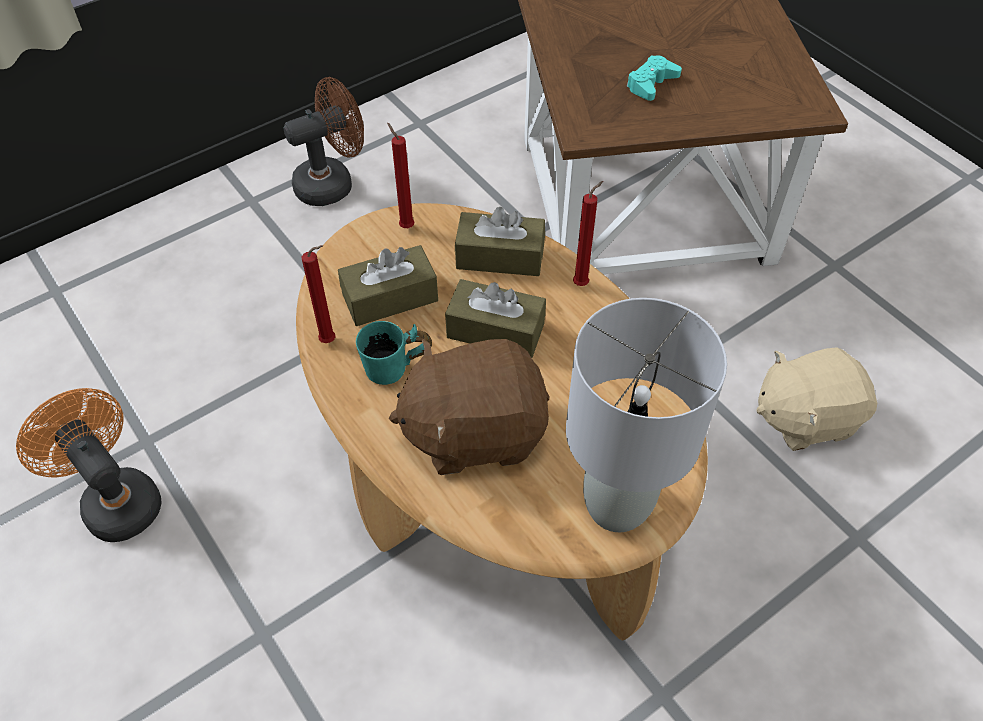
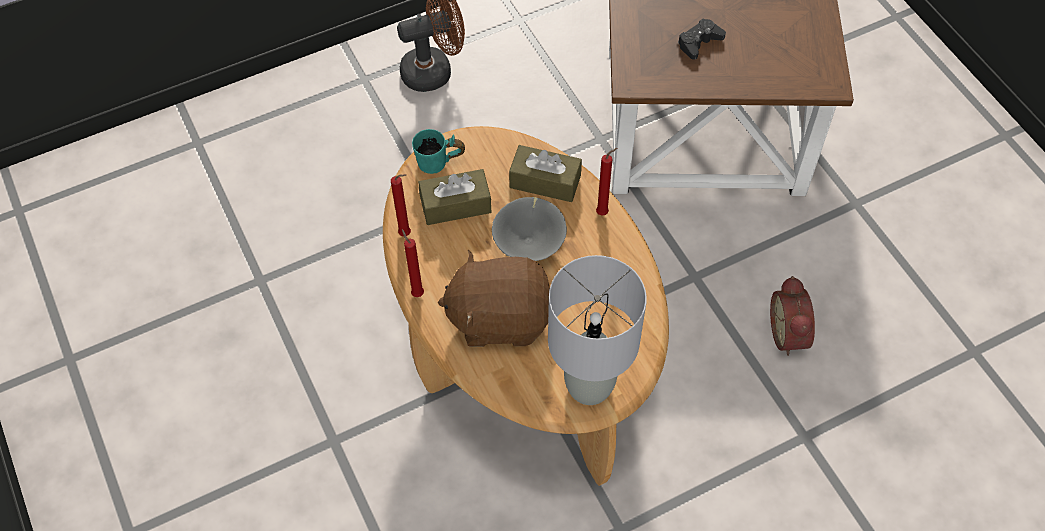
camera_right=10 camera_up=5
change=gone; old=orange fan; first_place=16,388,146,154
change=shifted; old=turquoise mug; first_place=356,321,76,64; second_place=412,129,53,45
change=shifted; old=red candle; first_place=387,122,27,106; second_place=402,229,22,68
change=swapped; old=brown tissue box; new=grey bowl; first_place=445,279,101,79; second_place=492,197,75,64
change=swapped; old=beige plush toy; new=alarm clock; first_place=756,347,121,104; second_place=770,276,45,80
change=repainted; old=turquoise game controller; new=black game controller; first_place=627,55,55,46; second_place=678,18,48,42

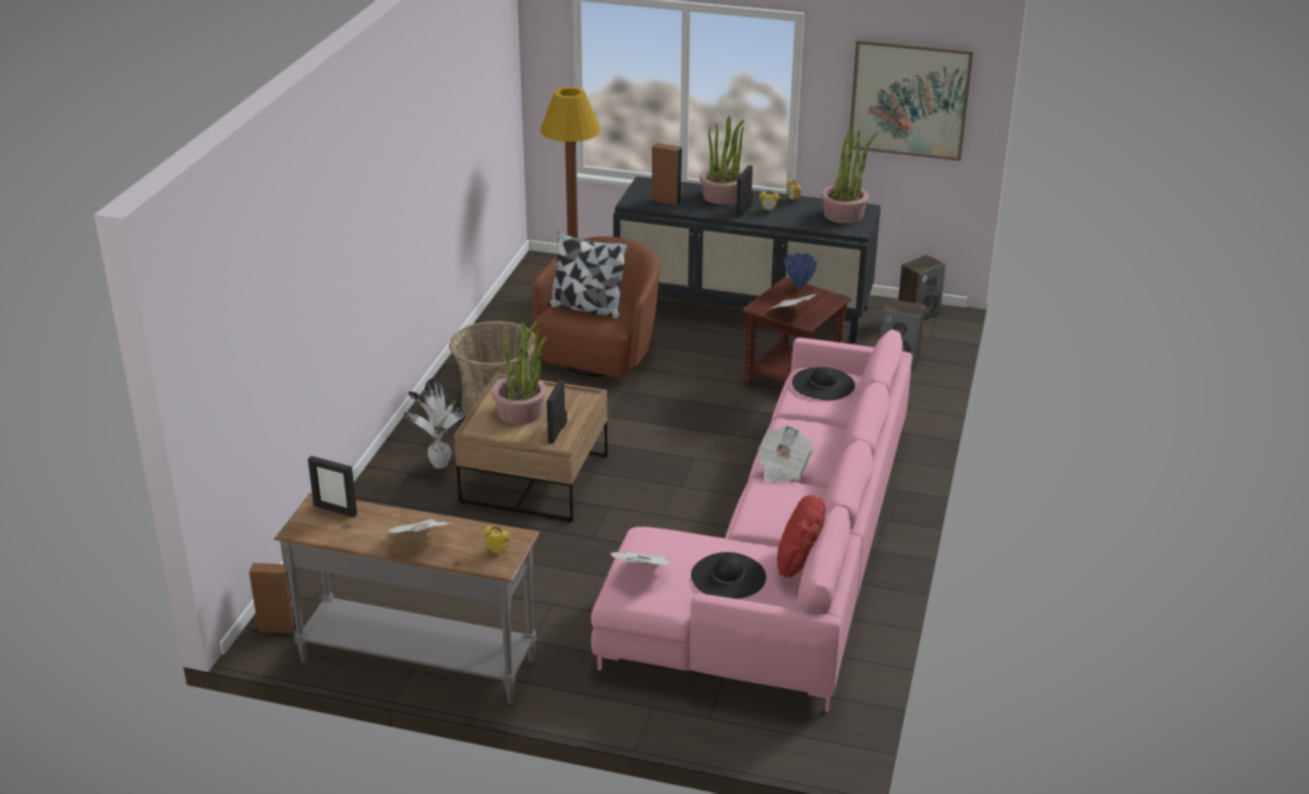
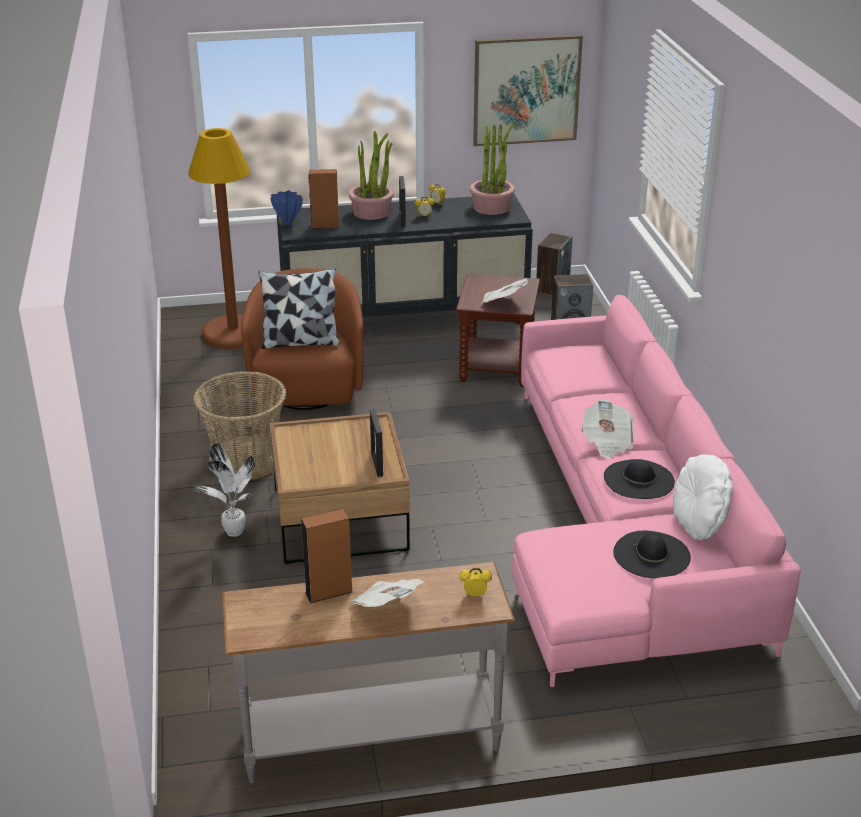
camera_right=-25 camera_up=0
change=gone; old=picture frame; first_place=308,456,49,61
change=gone; old=potted plant; first_place=491,322,56,102
change=gone; old=newspaper; first_place=611,551,60,14
change=shifted; old=brown speaker; first_place=249,563,47,71; second_place=301,509,52,94
change=shifted; old=blue vase; first_place=784,253,33,37; second_place=270,190,33,35
change=shifted; old=black hat; first_place=792,367,63,33; second_place=604,459,71,40
change=repainted; old=red pillow; new=white pillow; first_place=777,495,48,82; second_place=673,454,60,86

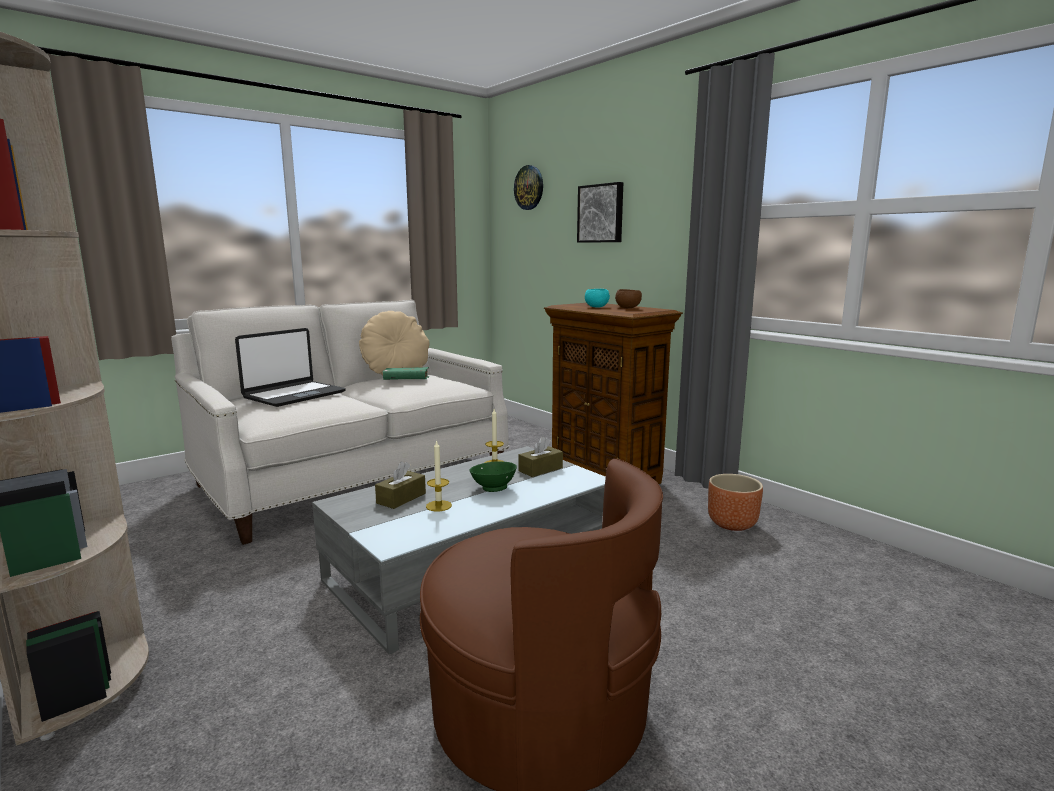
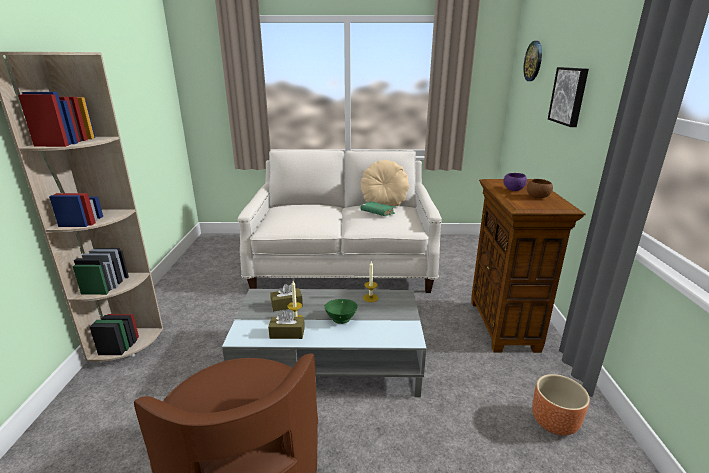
camera_right=40 camera_up=10
change=gone; old=laptop; first_place=235,328,111,79
change=shifted; old=brown tissue box; first_place=519,437,44,40; second_place=268,311,37,28
change=repainted; old=turquoise bowl; new=purple bowl; first_place=585,289,25,18; second_place=503,173,24,18

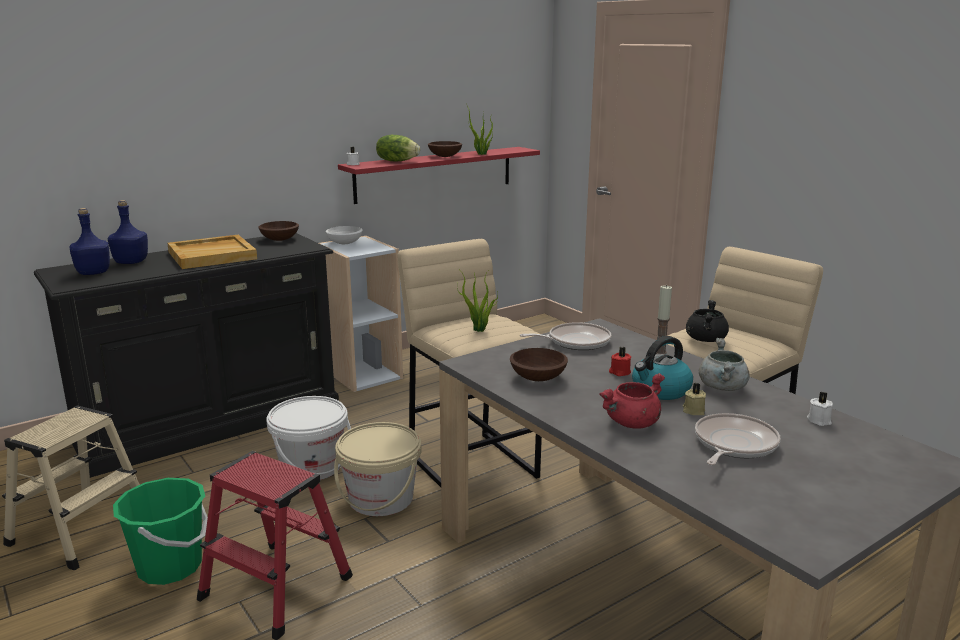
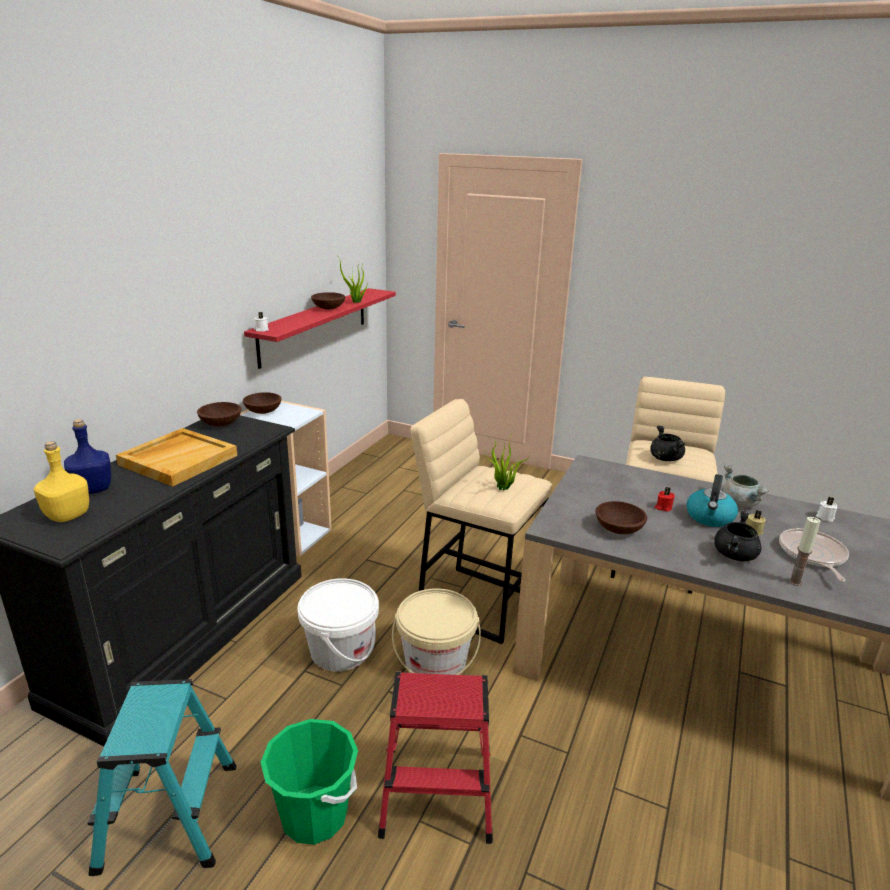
camera_right=-30 camera_up=5
change=gone; old=lettuce; first_place=376,135,44,26
change=gone; old=frying pan; first_place=520,322,91,28
change=shifted; old=candle; first_place=656,285,16,69; second_place=788,517,33,69
change=repainted; old=beige step ladder; new=turquoise step ladder; first_place=2,405,138,165; second_place=88,679,149,197
change=repainted; old=blue bottle; new=yellow bottle; first_place=69,208,41,67; second_place=34,441,55,81
change=repainted; old=white bowl; new=brown bowl; first_place=326,226,37,18; second_place=243,392,39,22
change=repainted; old=red cooking pot; new=black cooking pot; first_place=599,373,66,56; second_place=714,510,47,51

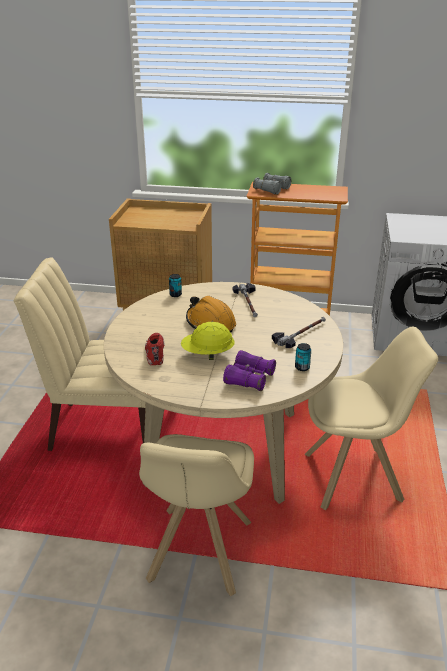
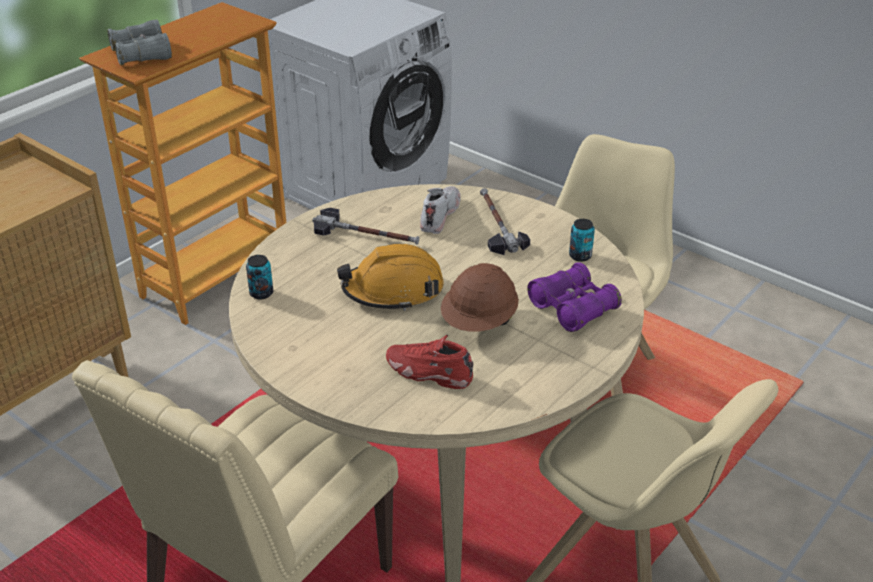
camera_right=-60 camera_up=5
change=new; new=white shoe; second_place=420,186,41,48
change=repainted; old=yellow hard hat; new=brown hard hat; first_place=181,322,54,38; second_place=441,263,78,69

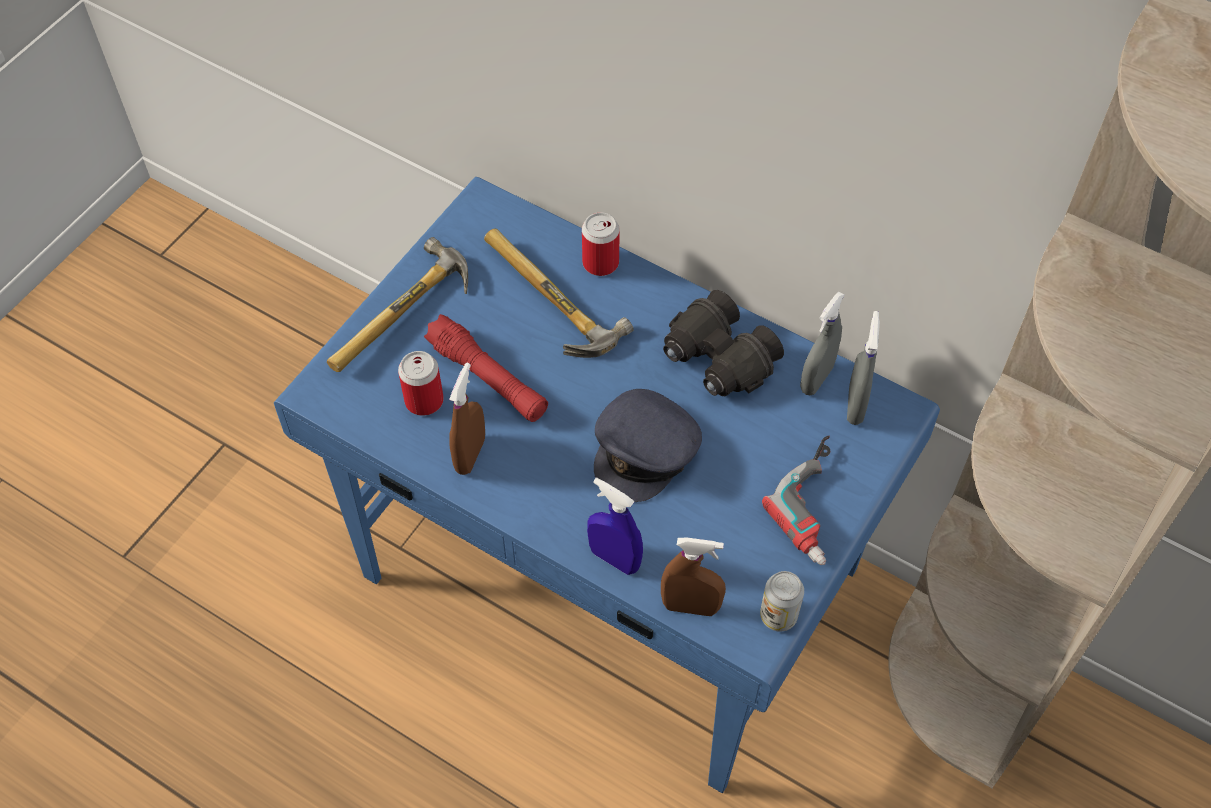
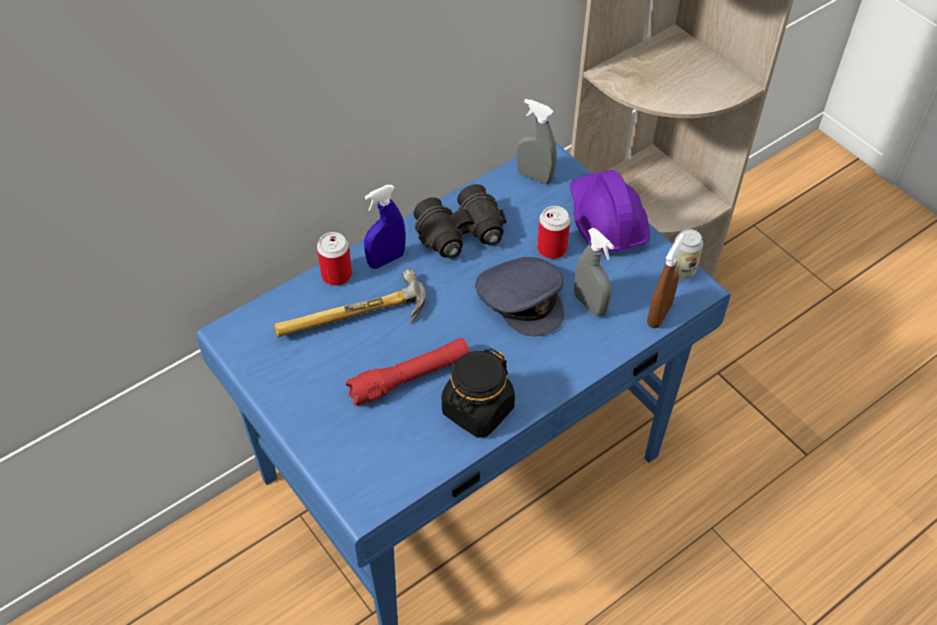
camera_right=-70 camera_up=-5
change=gone; old=hammer; first_place=327,237,141,135
change=shifted; old=can; first_place=398,351,46,65; second_place=537,206,33,53
change=shifted; old=blue spray bottle; first_place=587,477,56,98; second_place=364,185,42,84
change=shifted; old=grey spray bottle; first_place=800,291,45,104; second_place=574,228,40,89
change=swapped; old=brown spray bottle; new=black jar; first_place=449,363,36,112; second_place=442,348,73,90
change=swapped; old=power drill; new=purple hard hat; first_place=762,436,68,129; second_place=570,170,80,83

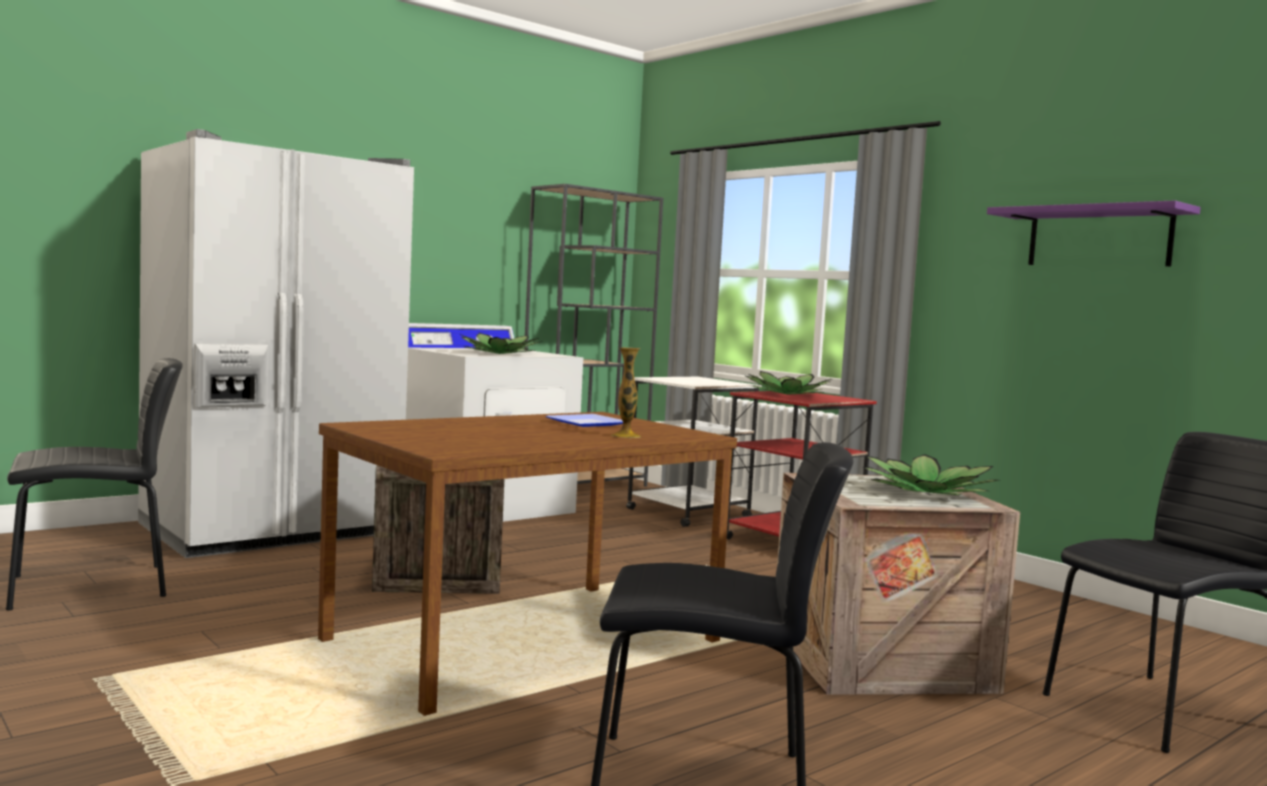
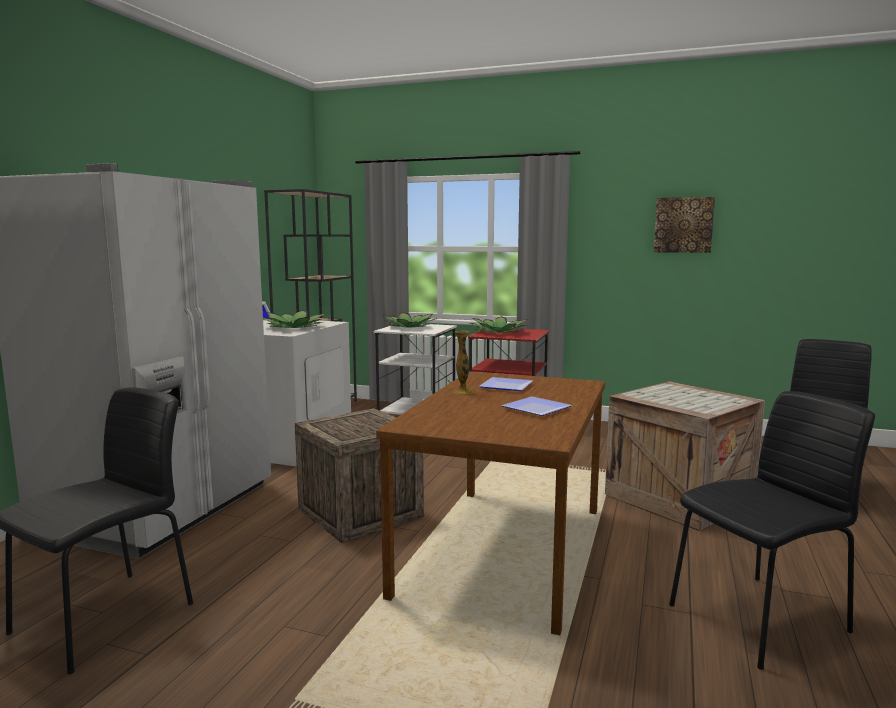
camera_right=-30 camera_up=5
change=new; new=plate; second_place=502,396,70,20
change=shifted; old=vase; first_place=611,348,31,90; second_place=453,331,21,63
change=shifted; old=potted plant; first_place=863,454,136,41; second_place=384,312,54,16
change=swapped; old=purple shelf; new=picture; first_place=987,201,214,66; second_place=654,197,61,56

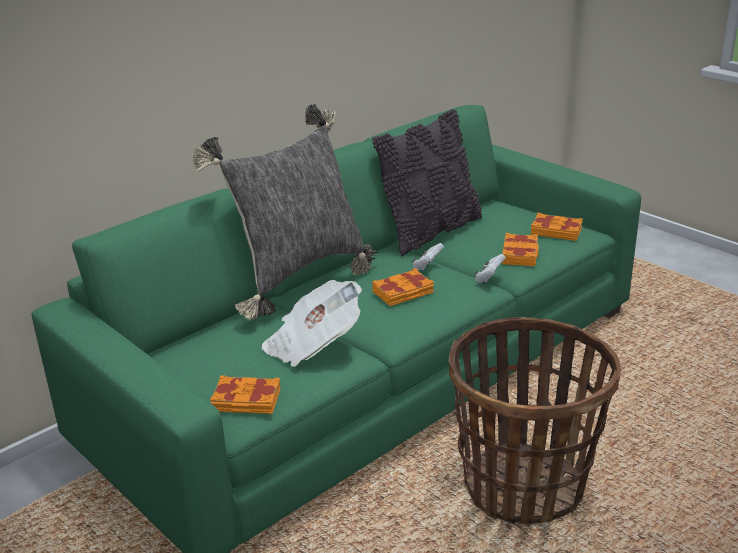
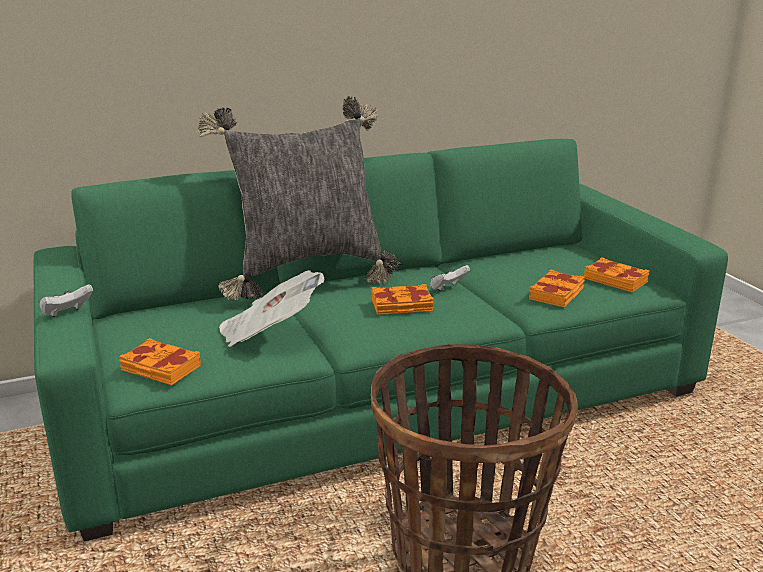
camera_right=20 camera_up=-5
change=gone; old=black pillow; first_place=372,109,110,147
change=shifted; old=white game controller; first_place=475,254,31,29; second_place=40,284,53,33

